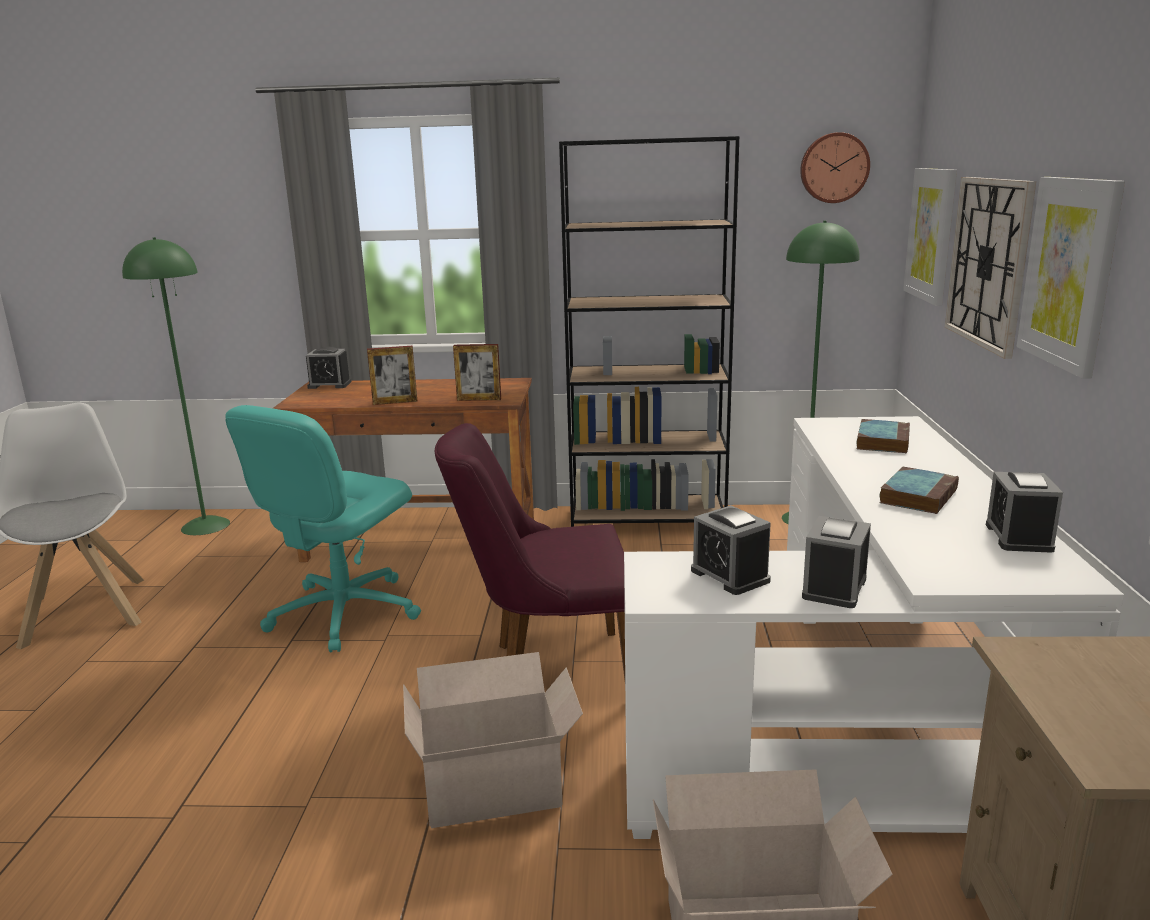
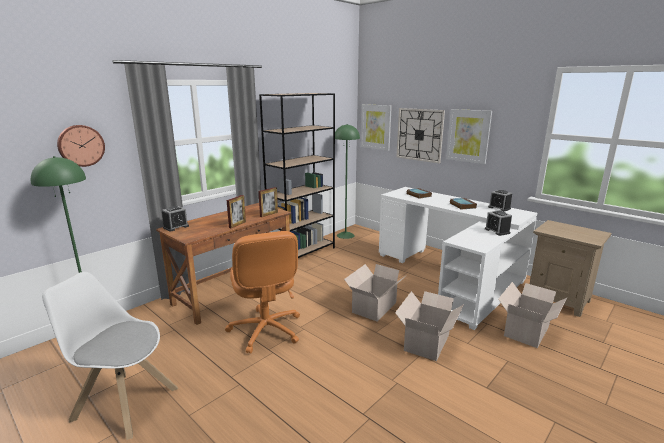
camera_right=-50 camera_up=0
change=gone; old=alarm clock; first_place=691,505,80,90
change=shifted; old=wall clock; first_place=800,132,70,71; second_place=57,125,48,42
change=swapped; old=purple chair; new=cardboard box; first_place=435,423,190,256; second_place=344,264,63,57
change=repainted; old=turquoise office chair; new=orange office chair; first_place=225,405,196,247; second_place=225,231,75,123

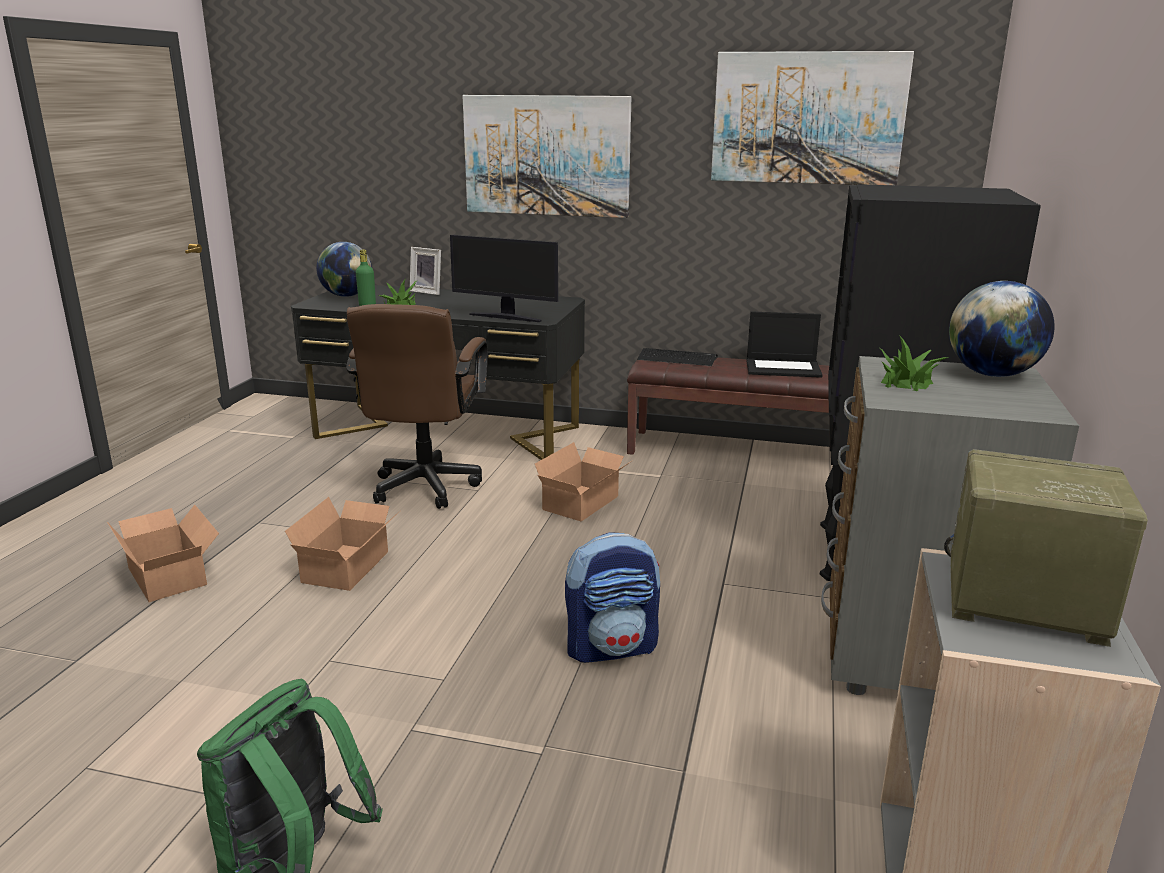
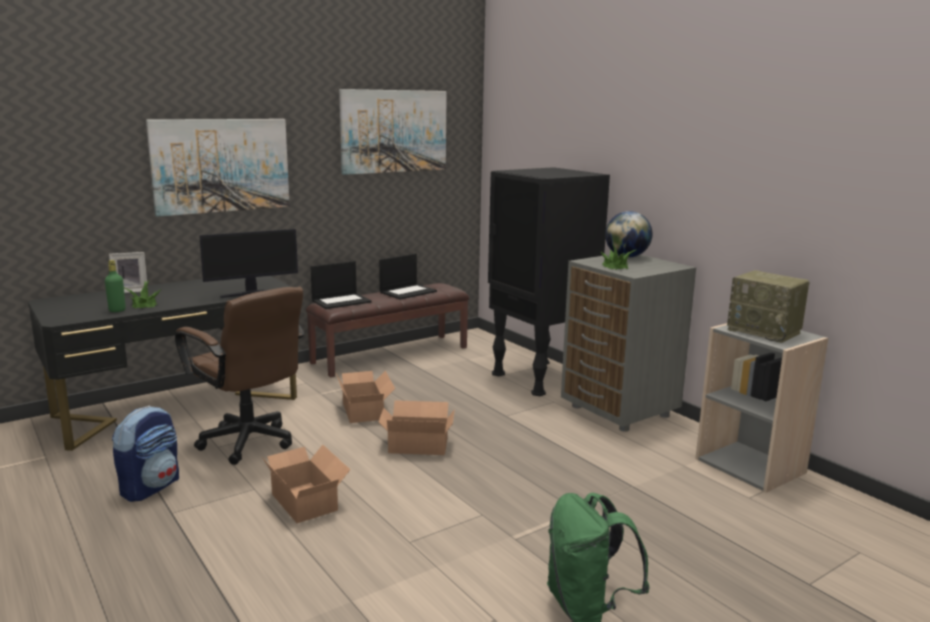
camera_right=-50 camera_up=-5
change=gone; old=globe; first_place=316,242,56,55
change=shifted; old=cardboard box; first_place=107,505,112,97; second_place=379,400,76,55
change=shifted; old=backpack; first_place=565,532,95,131; second_place=112,406,67,96
change=swapped; old=keyboard; new=laptop; first_place=637,348,81,18; second_place=311,261,61,48
change=rotated; old=radio; first_place=944,449,204,198; second_place=727,270,82,73; degrees=-105

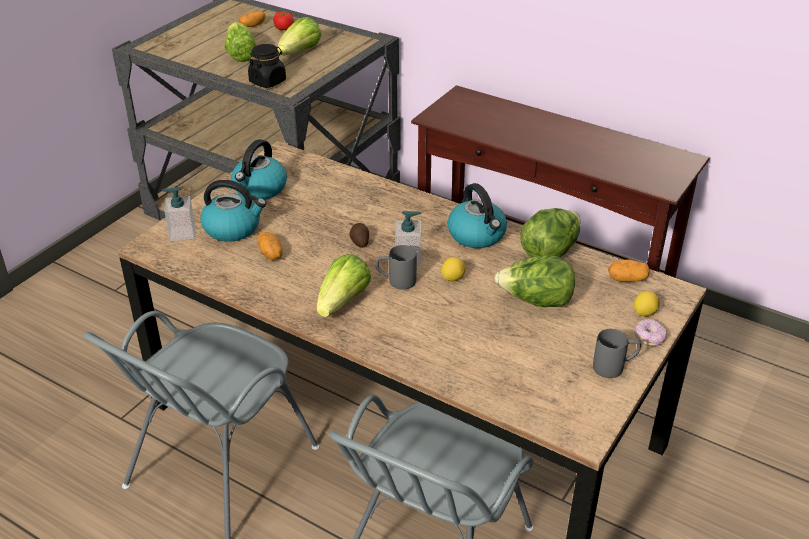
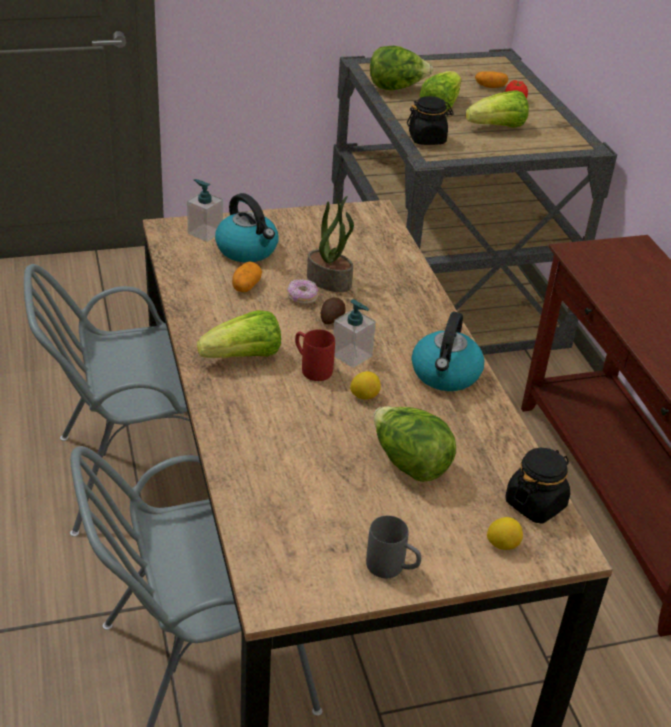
camera_right=40 camera_up=0
change=gone; old=kettle; first_place=231,139,56,61
change=new; new=potted plant; second_place=307,196,47,96
change=shifted; old=lettuce; first_place=520,208,61,49; second_place=370,46,63,44
change=shifted; old=donut; first_place=634,319,33,27; second_place=287,279,31,25
change=swapped; old=potato; new=black jar; first_place=608,260,42,22; second_place=506,448,64,76
change=repainted; old=grey mug; new=red mug; first_place=375,245,42,45; second_place=295,329,40,52

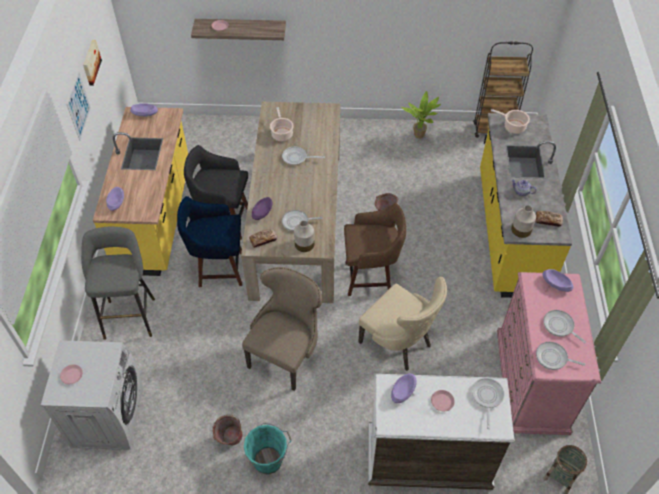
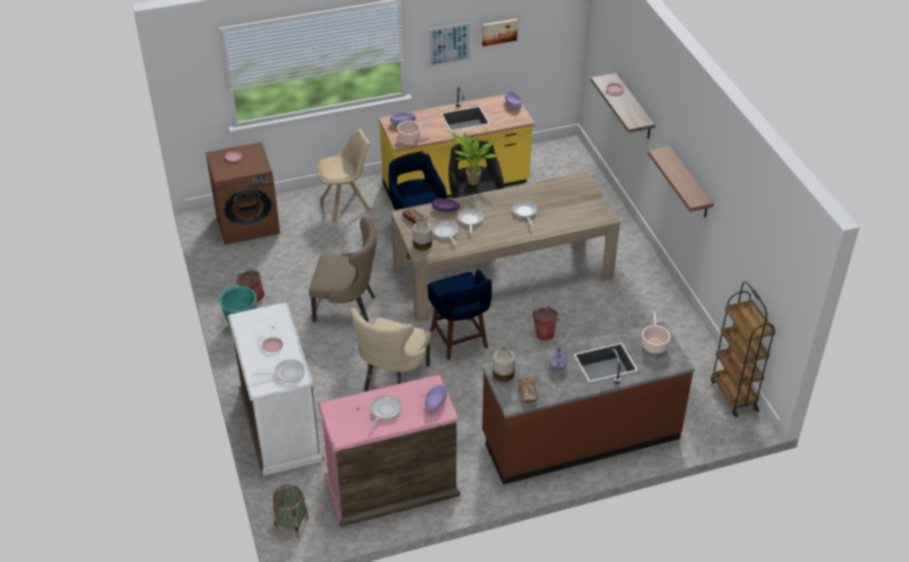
camera_right=70 camera_up=-10
change=gone; old=purple bowl; first_place=391,374,26,29
change=new; new=shelf; second_place=648,146,66,72
change=shifted; old=cooking pot; first_place=270,107,24,34; second_place=397,118,36,25
change=shifted; old=potted plant; first_place=402,91,39,48; second_place=452,133,46,52
change=shifted; old=frying pan; first_place=536,342,49,28; second_place=458,208,25,25
change=swapped; old=grey stool; new=beige chair; first_place=81,227,74,113; second_place=317,129,54,93
change=repainted; old=white washing machine; new=brown washing machine; first_place=41,340,102,110; second_place=206,142,74,103
change=repainted; old=brown stool; new=blue stool; first_place=344,203,62,93; second_place=428,269,64,91
change=repainted; old=yellow counter; new=brown counter; first_place=480,113,92,185; second_place=481,321,214,164

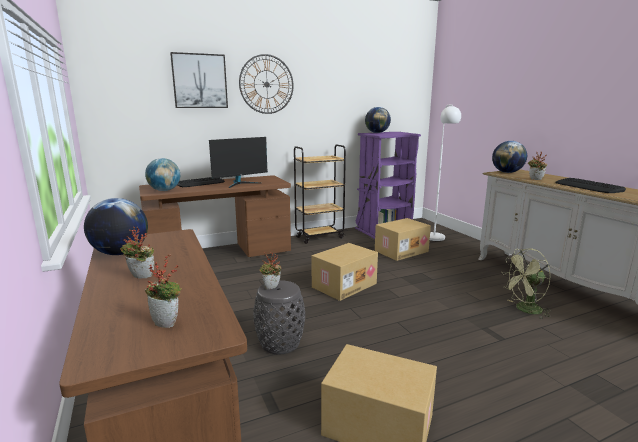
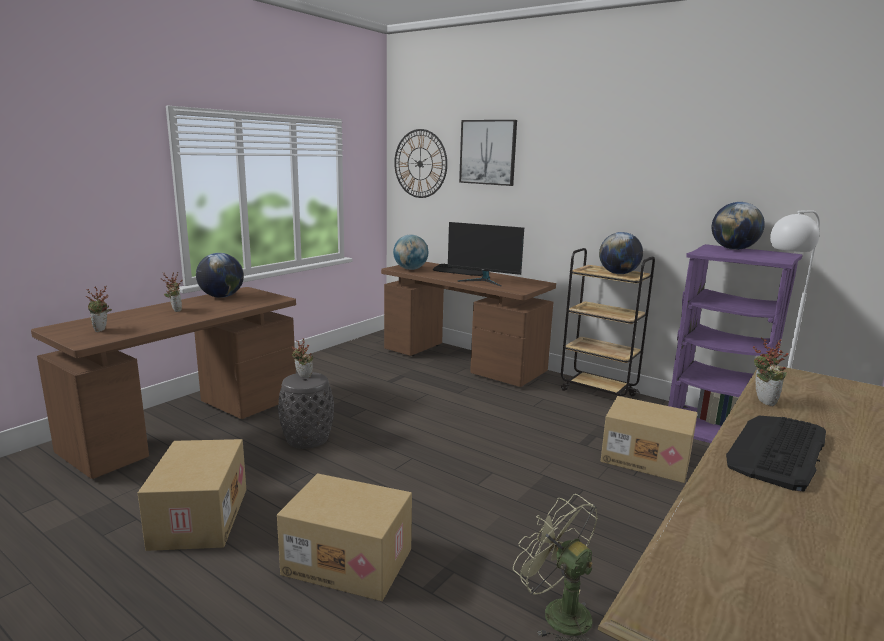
camera_right=60 camera_up=0
change=shifted; old=wall clock; first_place=239,54,55,60; second_place=394,129,53,69
change=shifted; old=cardboard box; first_place=312,243,66,58; second_place=277,473,135,128
change=shifted; old=globe; first_place=492,141,35,32; second_place=599,232,44,42

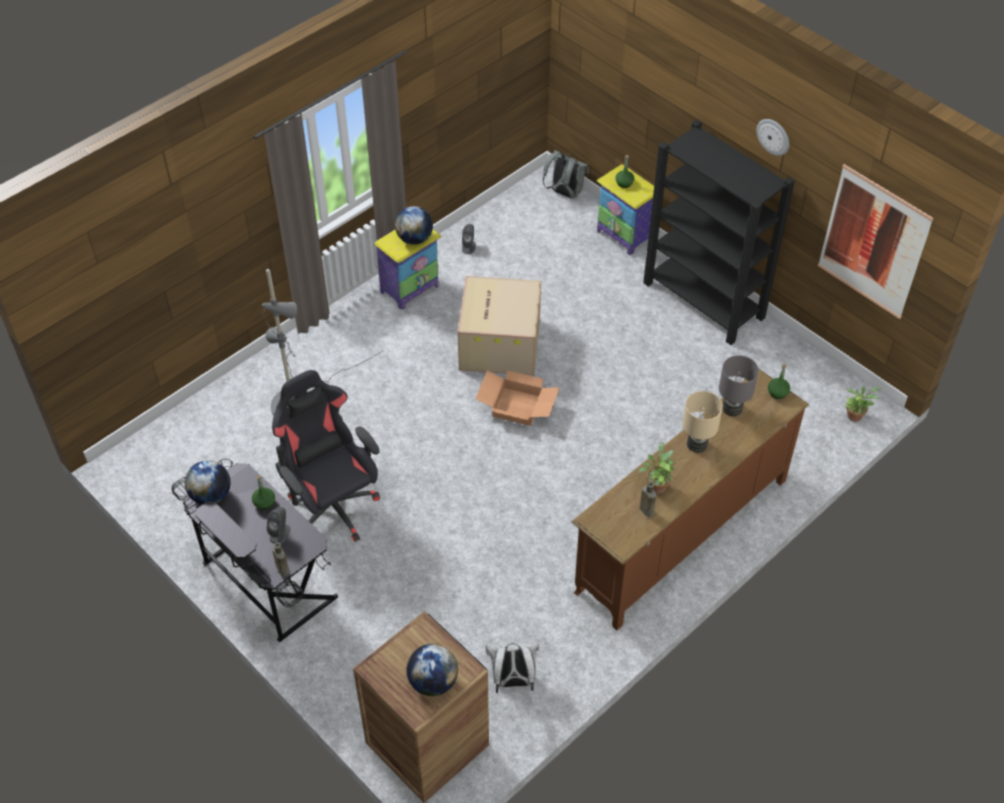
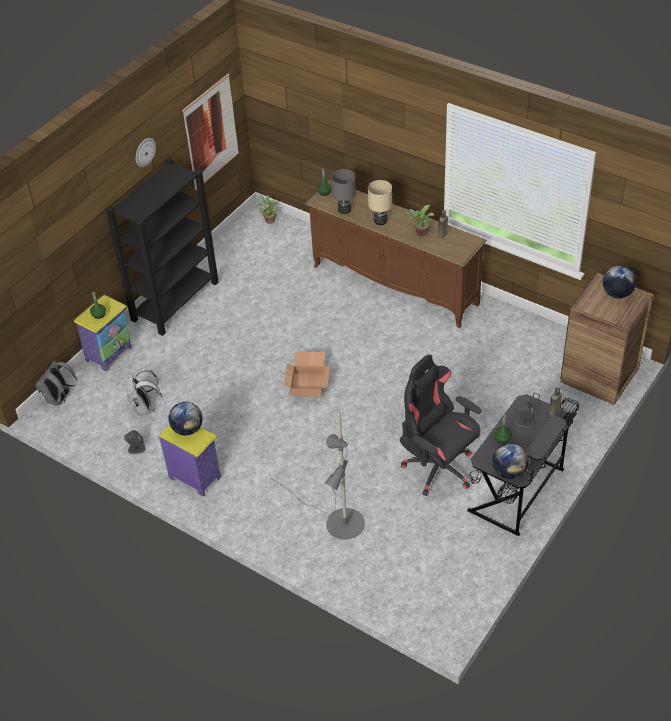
camera_right=-100 camera_up=-5
change=gone; old=cardboard box; first_place=457,276,84,100
change=shifted; old=white backpack; first_place=486,643,53,50; second_place=127,368,35,47
change=rotated; old=black office chair; first_place=272,370,108,172; second_place=400,355,82,141; degrees=90

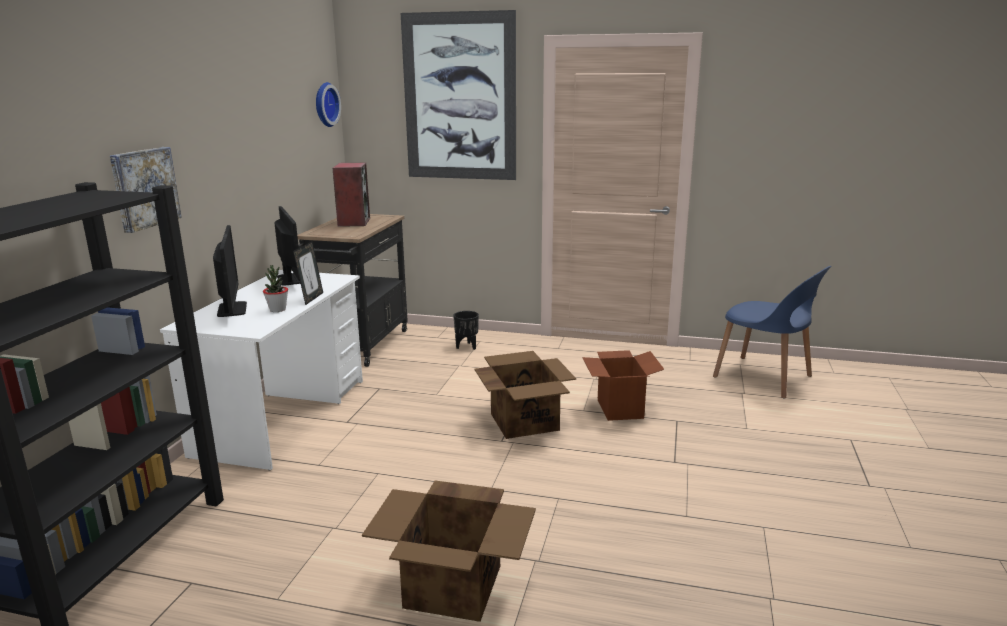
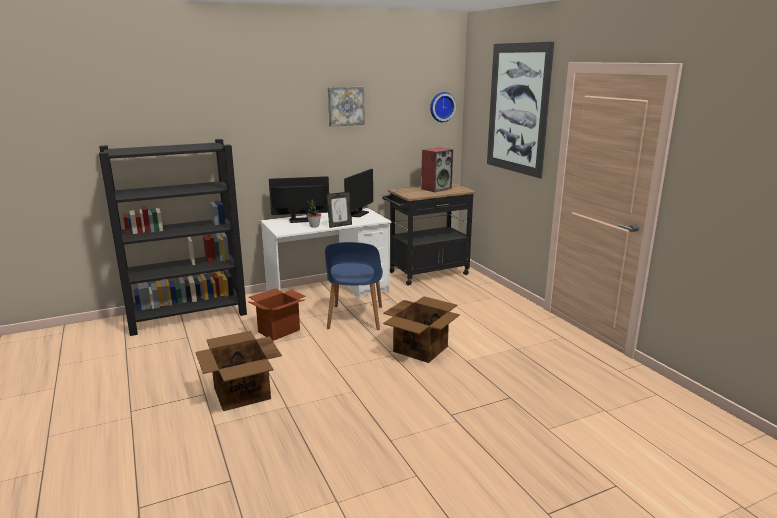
camera_right=50 camera_up=0
change=gone; old=black planter; first_place=453,311,26,39
change=shifted; old=picture; first_place=110,147,72,86; second_place=328,87,37,40
change=shifted; old=cardboard box; first_place=582,350,82,71; second_place=247,288,59,53
change=shifted; old=blue chair; first_place=713,266,118,133; second_place=325,242,58,88
change=rotated; old=monitor; first_place=213,225,34,92; second_place=269,176,60,47; degrees=-135

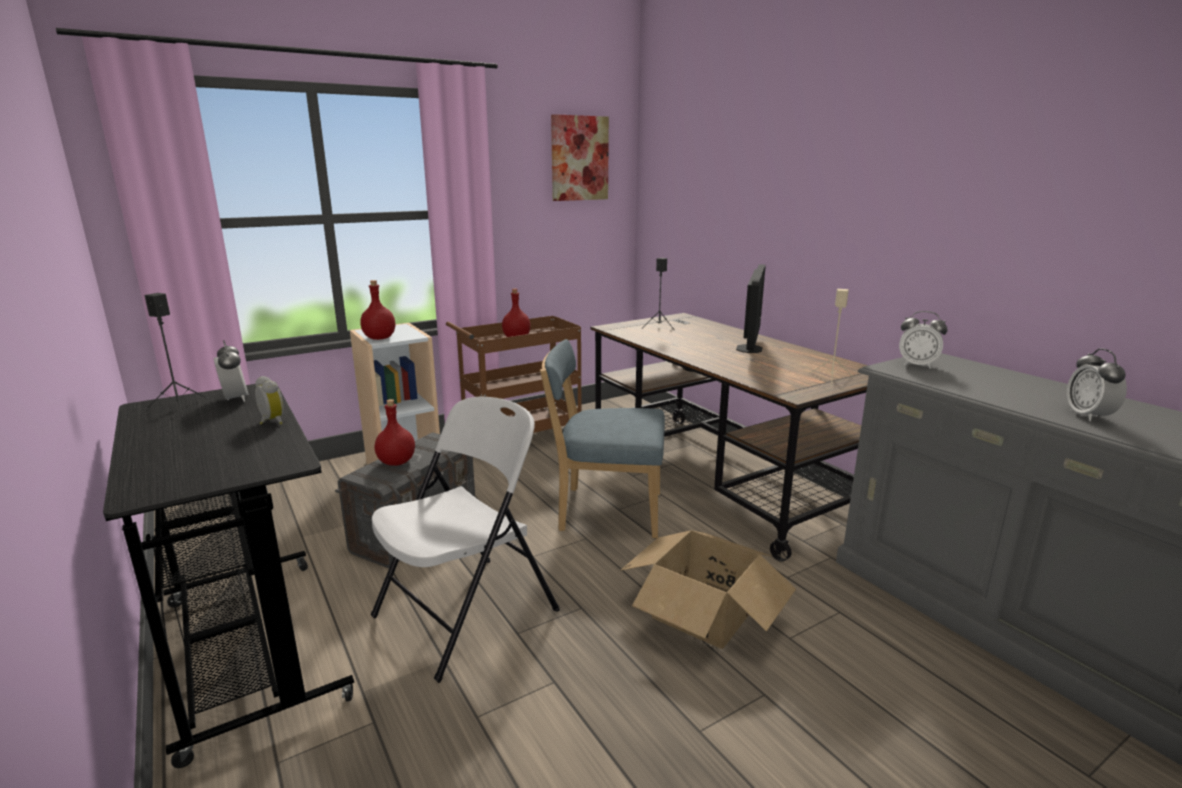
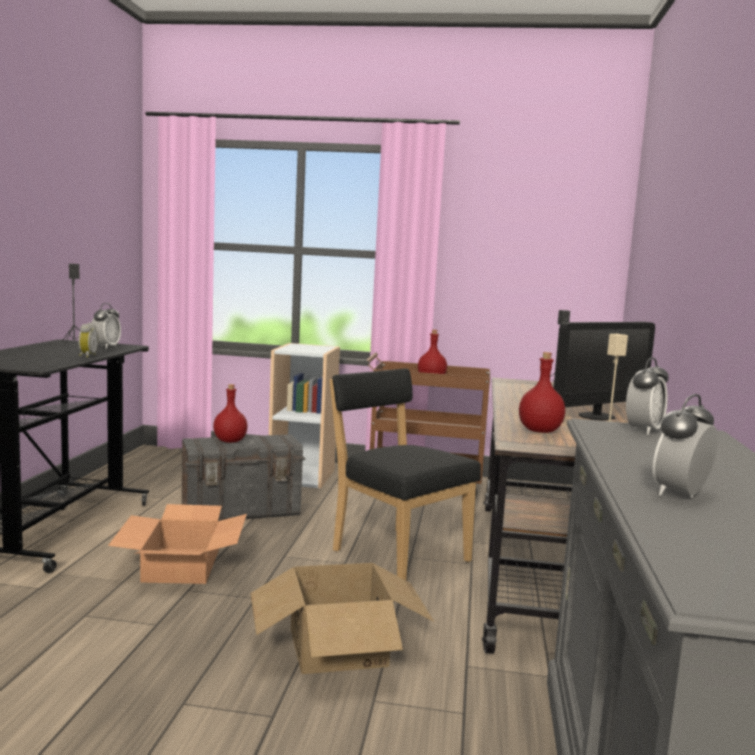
camera_right=40 camera_up=-10
change=gone; old=picture; first_place=551,114,58,87
change=shifted; old=red bottle; first_place=360,280,35,60; second_place=519,352,46,81
change=swapped; old=white chair; new=cardboard box; first_place=371,397,189,286; second_place=108,504,139,80
change=repainted; old=blue chair; new=black chair; first_place=540,339,125,199; second_place=330,368,151,213
change=rotated; old=alarm clock; first_place=899,311,49,58; second_place=626,357,43,78; degrees=-120

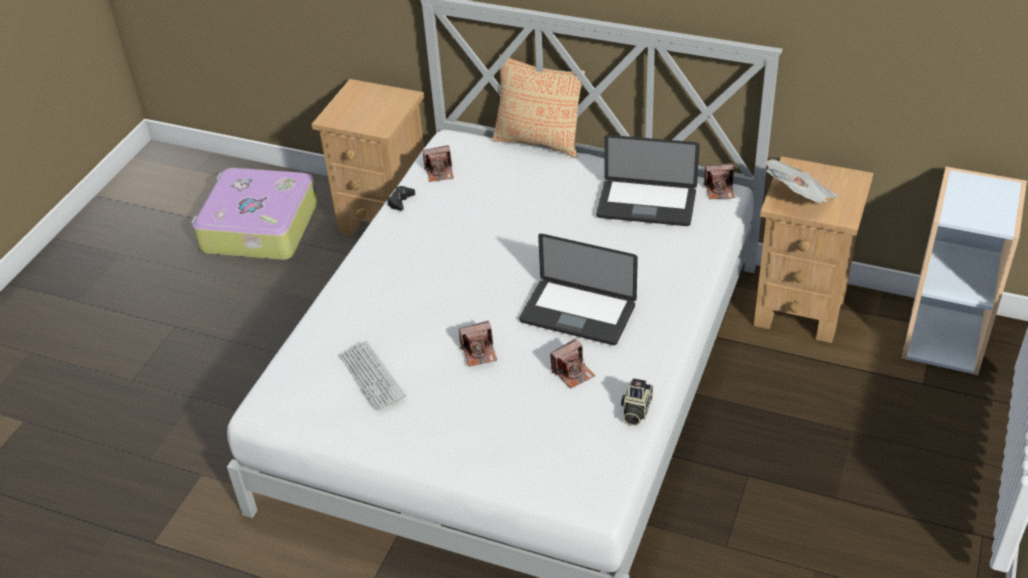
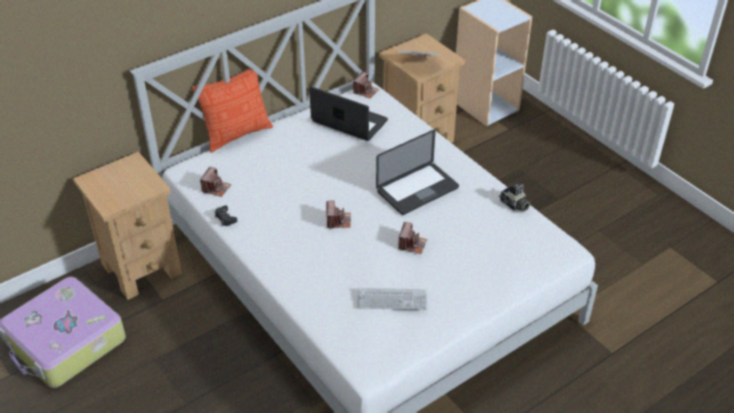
camera_right=-60 camera_up=0
change=shifted; old=photo camera; first_place=550,339,45,49; second_place=326,200,25,29
change=repainted; old=beige pillow; new=orange pillow; first_place=492,54,93,104; second_place=192,65,81,88
change=rotated; old=laptop; first_place=596,135,104,91; second_place=309,86,79,55; degrees=-105

